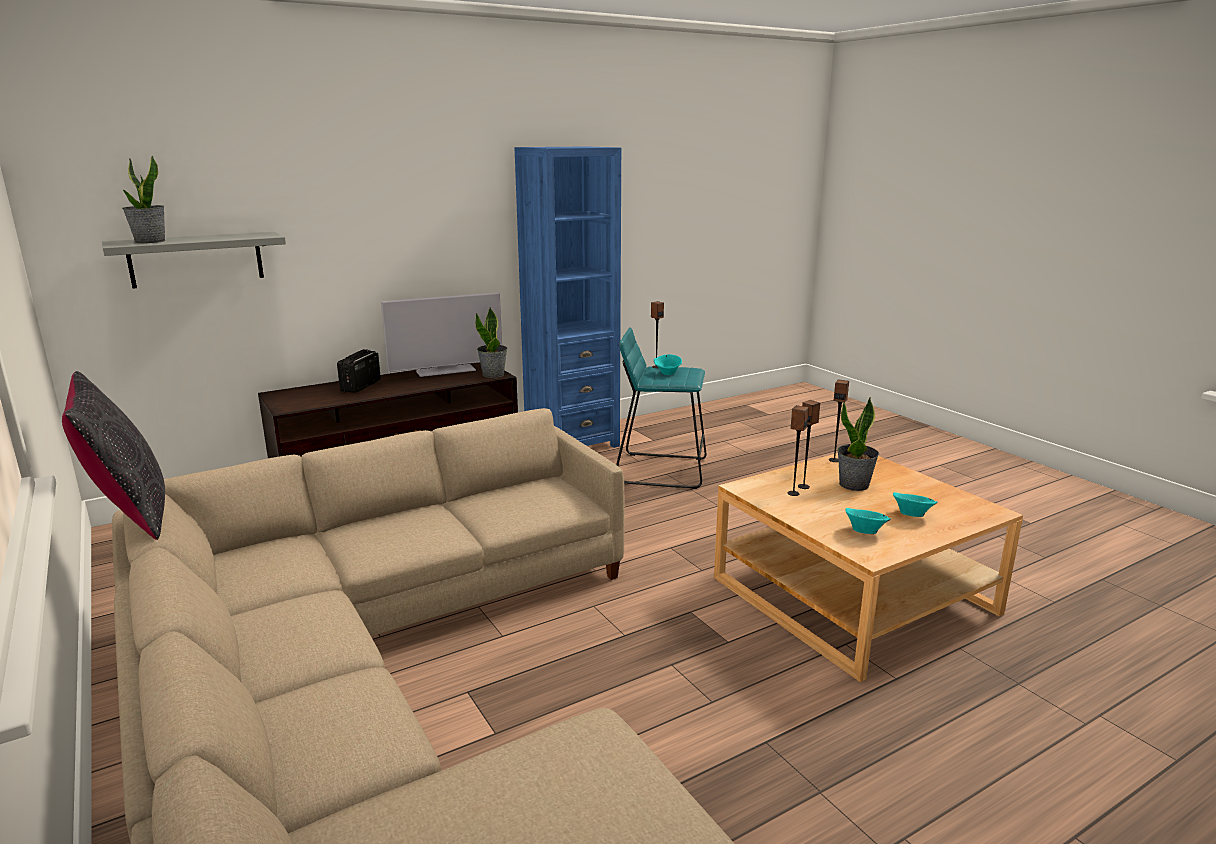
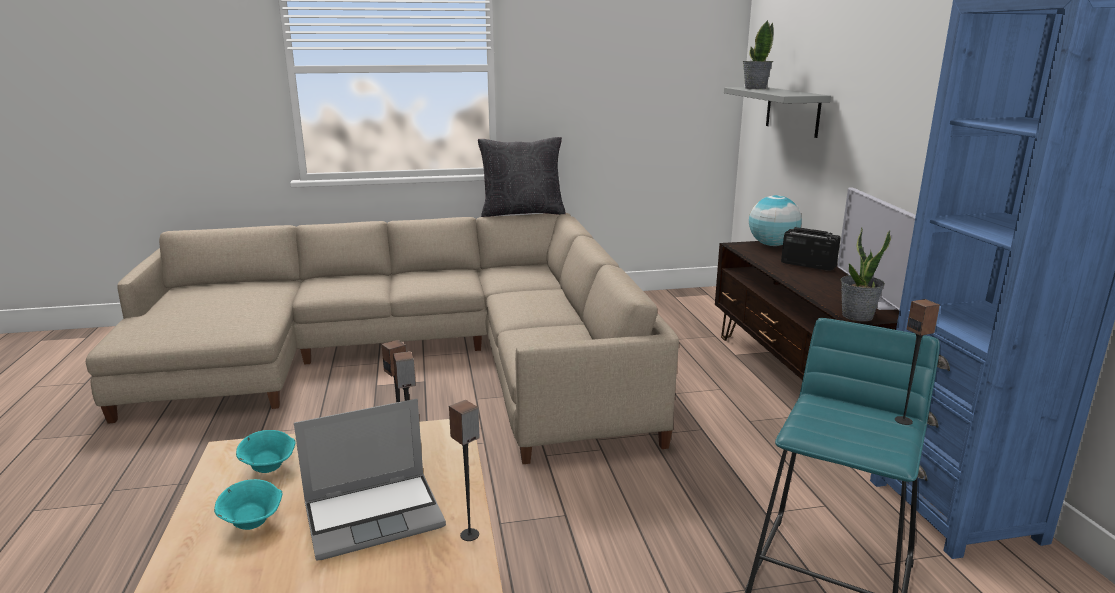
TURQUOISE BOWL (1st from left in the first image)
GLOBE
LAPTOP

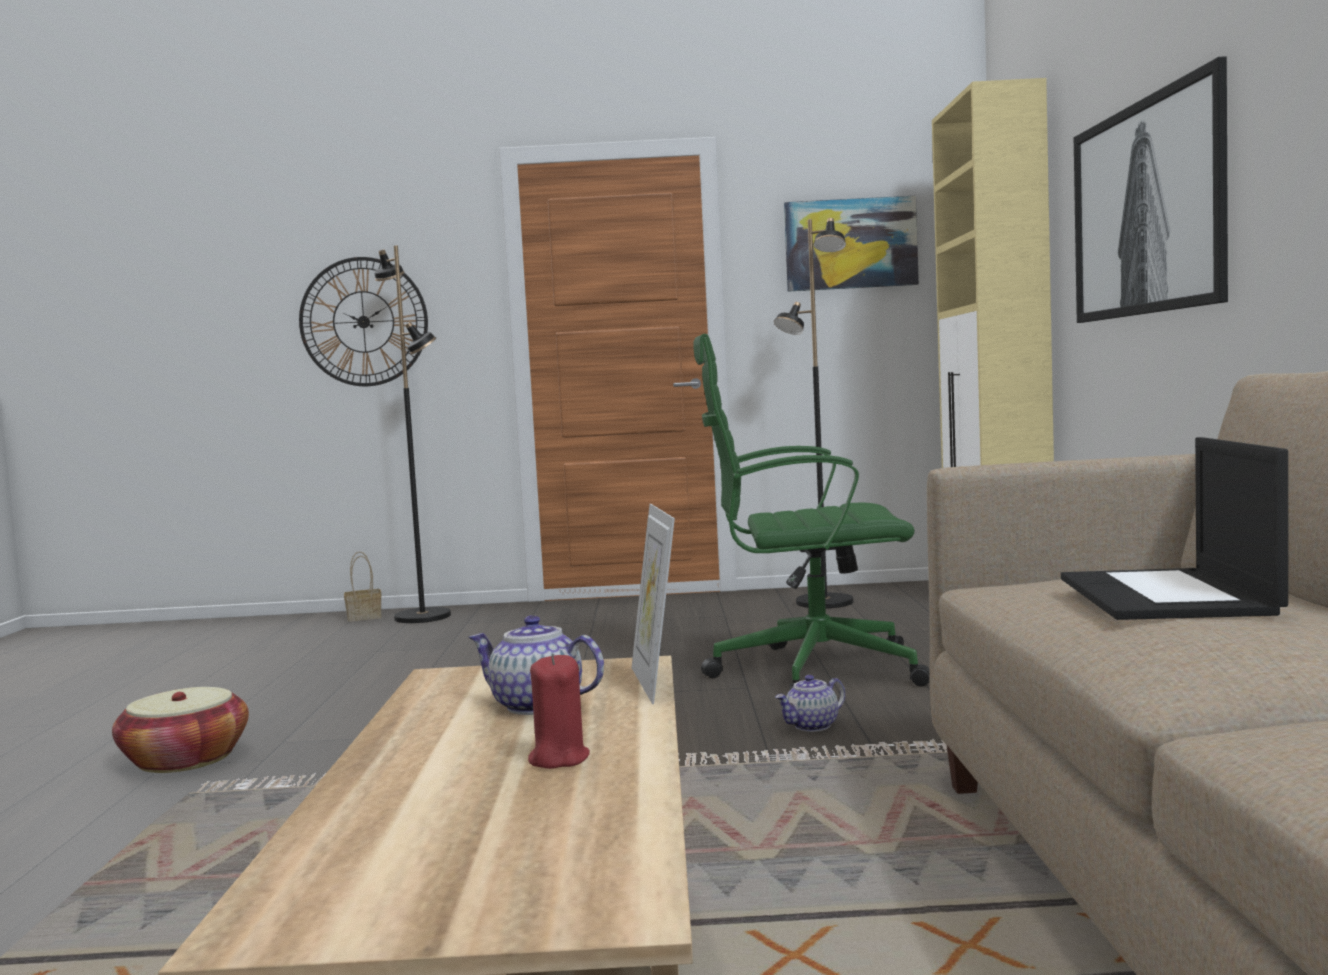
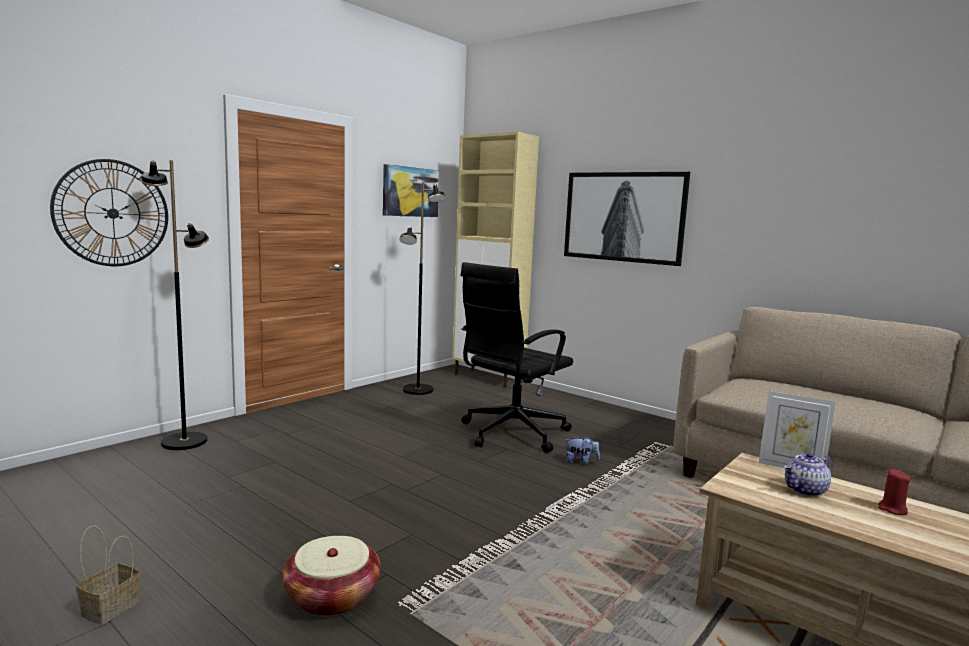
LAPTOP
BASKET (1st from left)
PLUSH TOY
BLACK OFFICE CHAIR

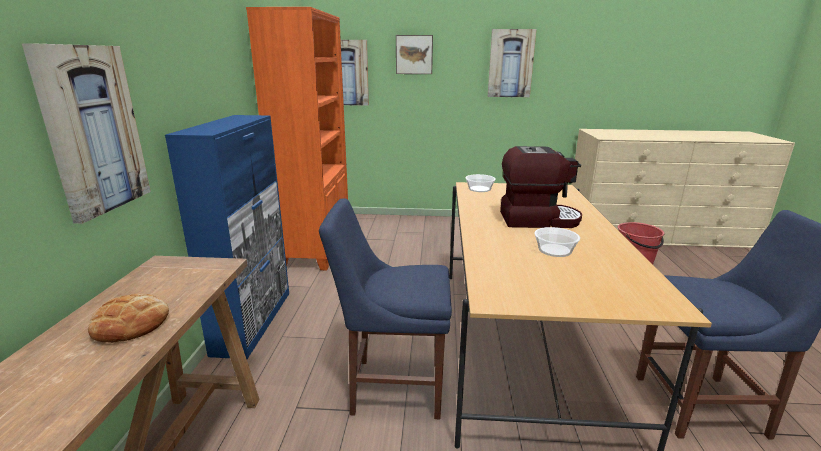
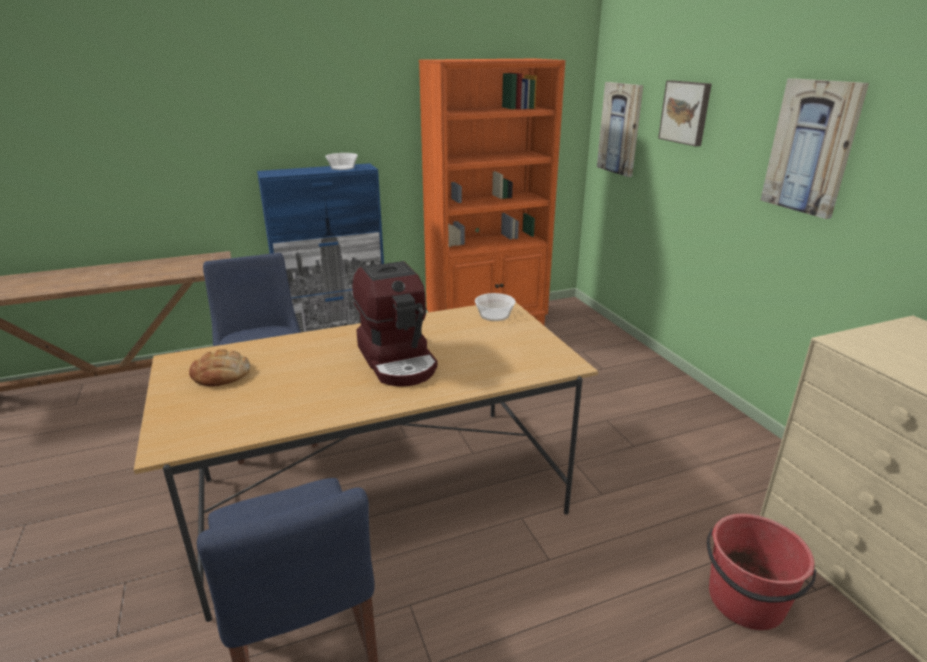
PICTURE (1st from left in the first image)
BREAD
BOWL (1st from left)

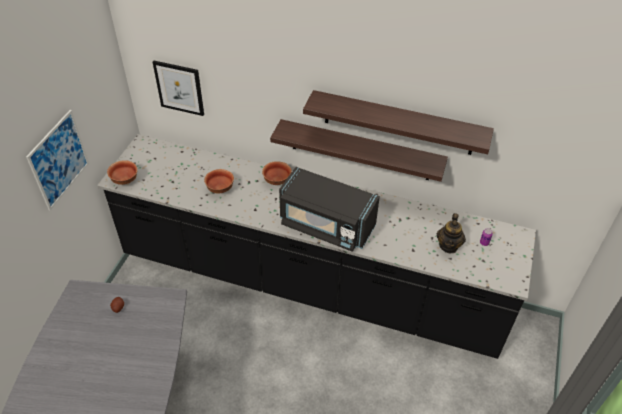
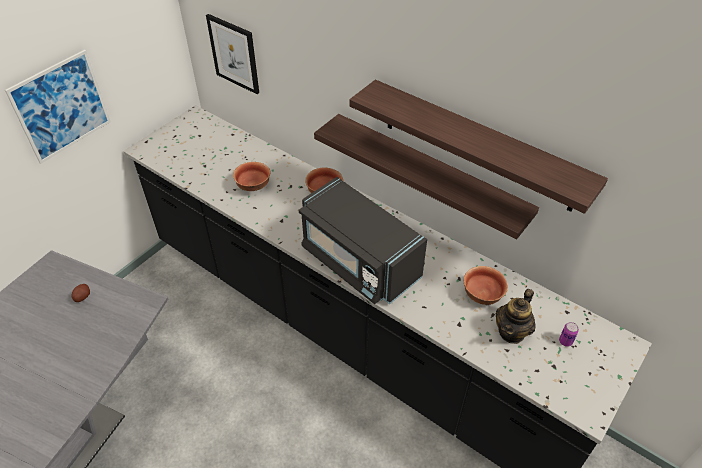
BOWL (3rd from left)

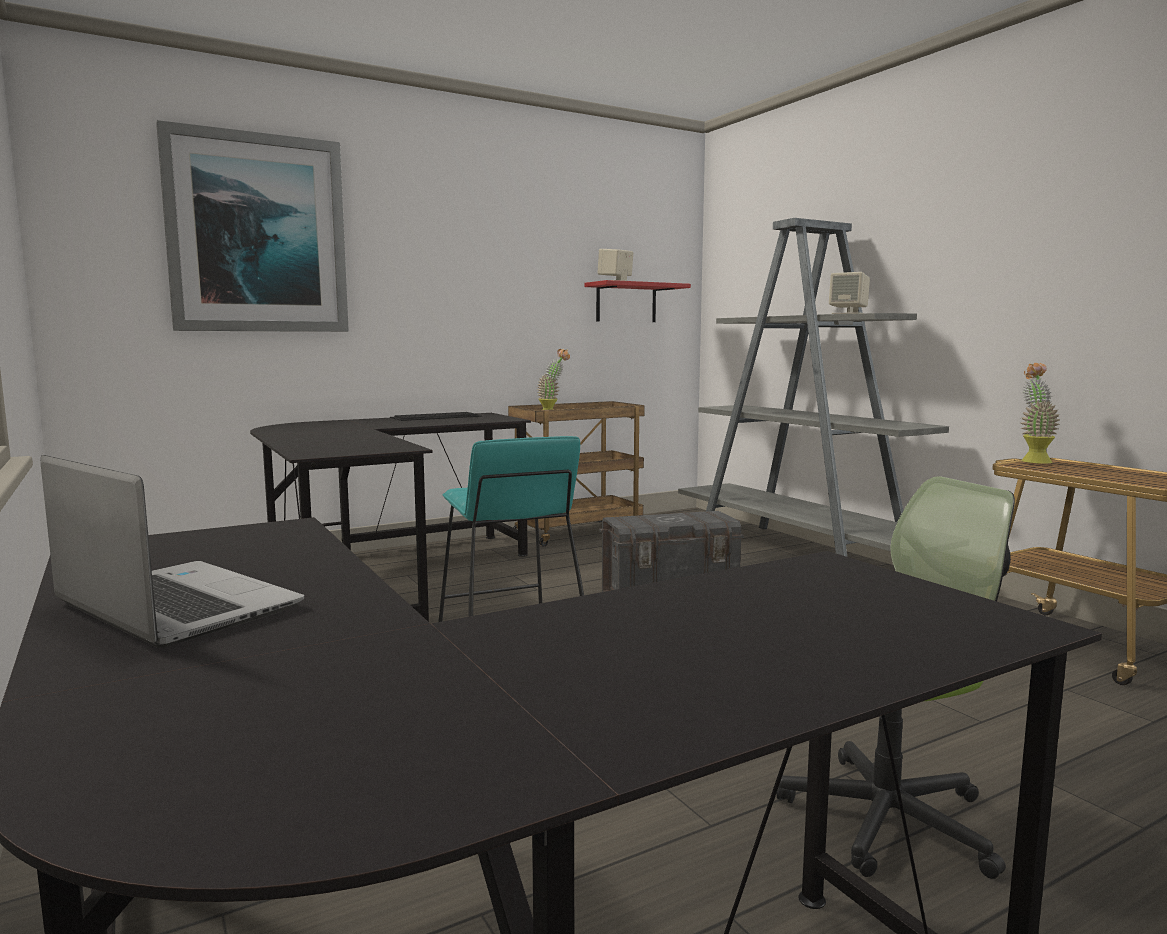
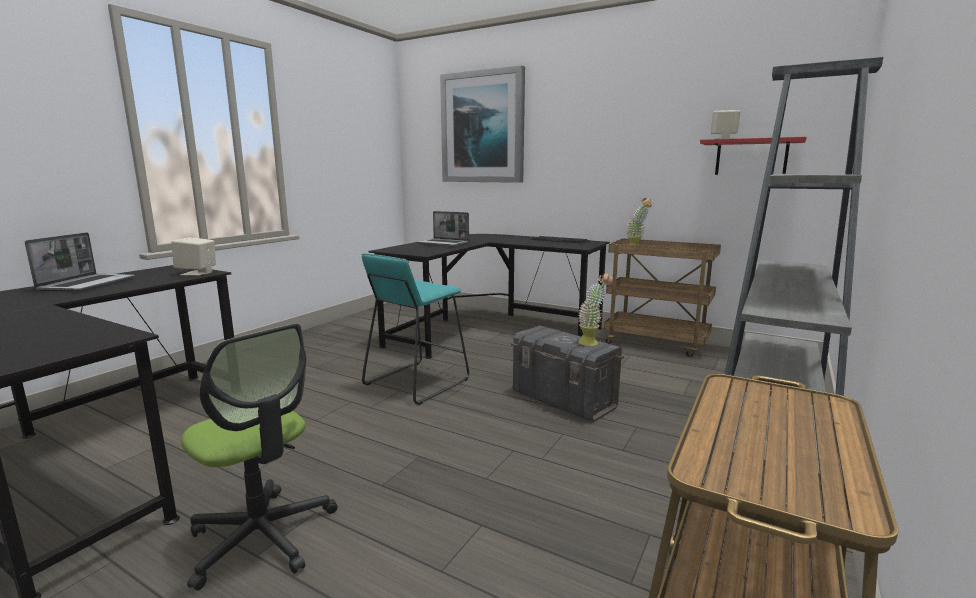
LAPTOP (2nd from left)
BEIGE SPEAKER (1st from left)
POTTED PLANT (1st from left)

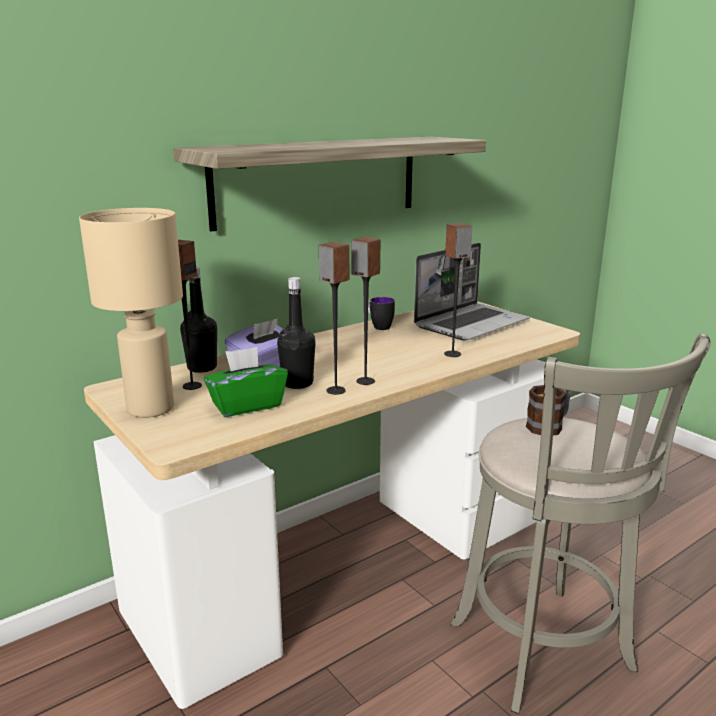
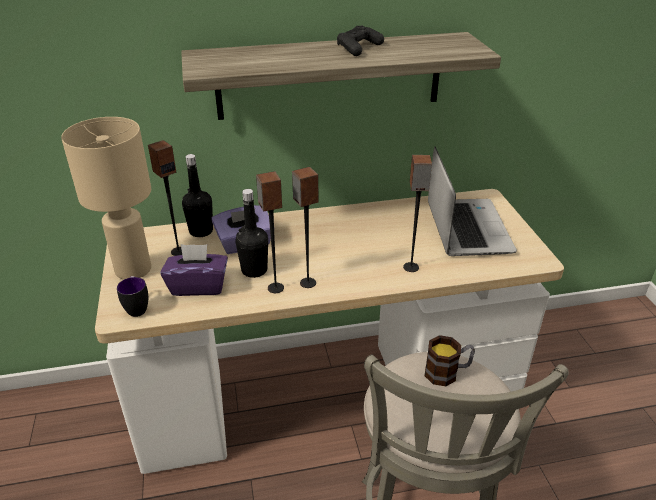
BLACK GAME CONTROLLER
MUG (1st from left)
PURPLE TISSUE BOX (1st from left)
LAPTOP

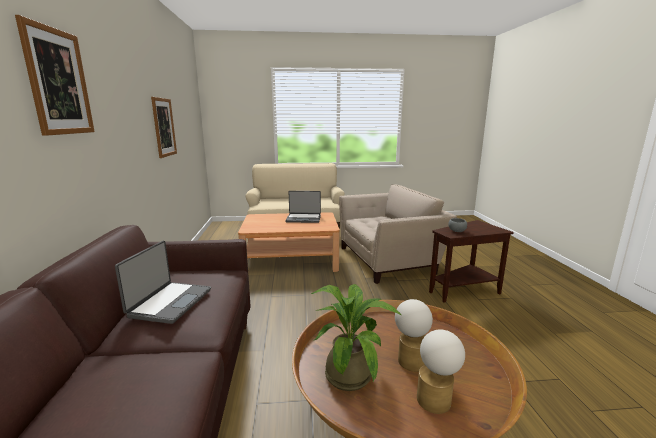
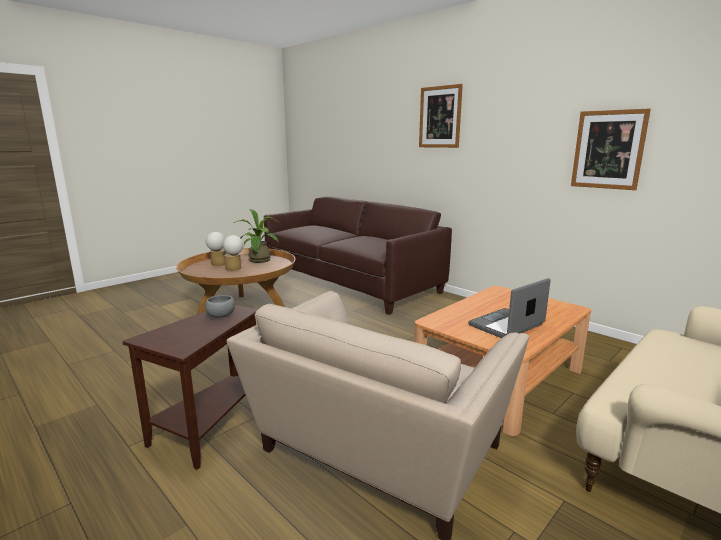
LAPTOP (1st from left in the first image)

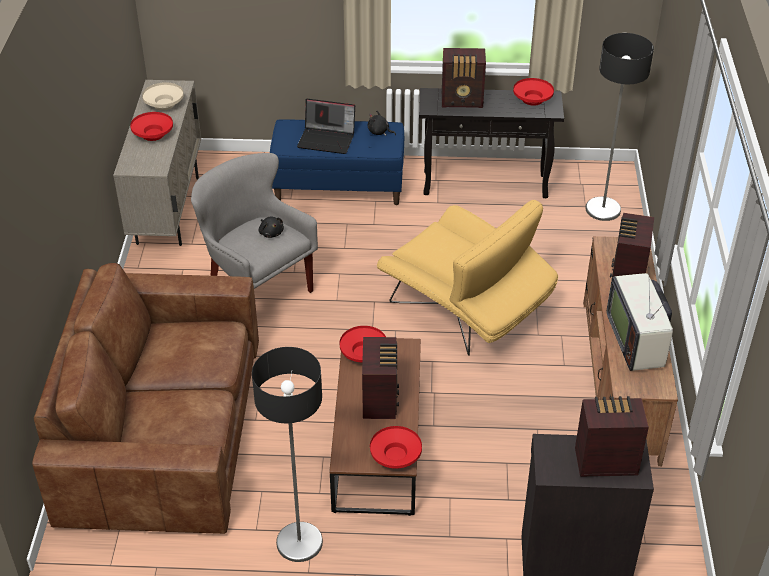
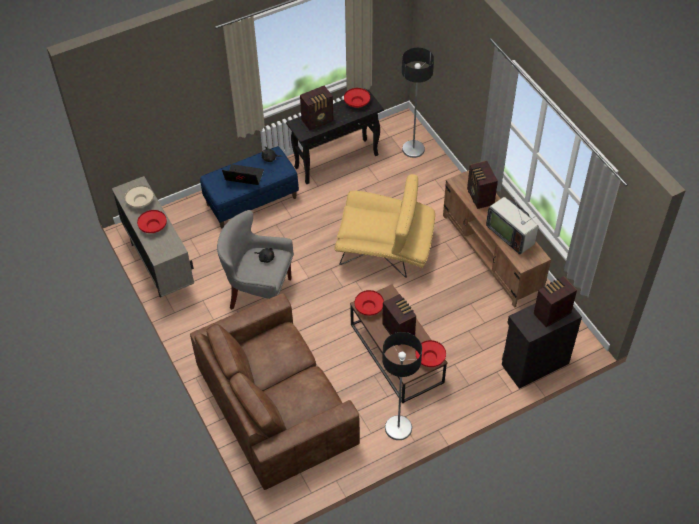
LAPTOP

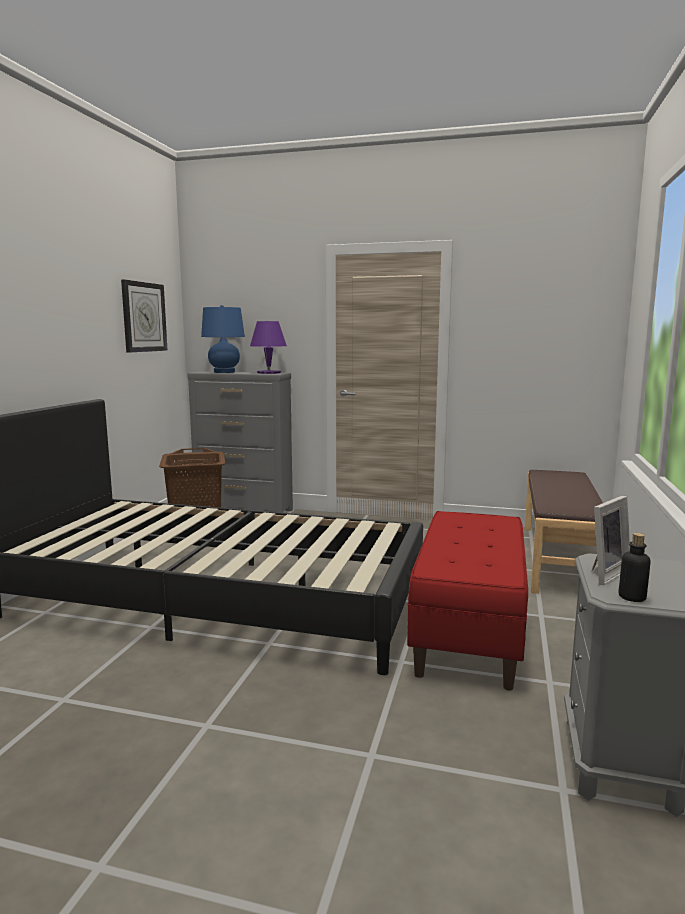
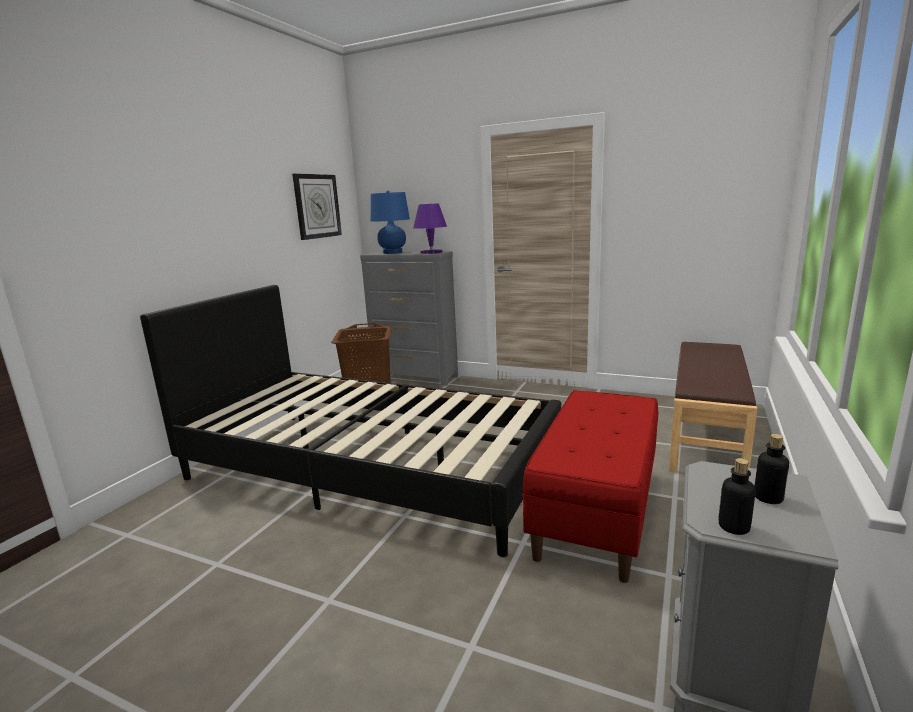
PICTURE FRAME
BOTTLE (2nd from left)

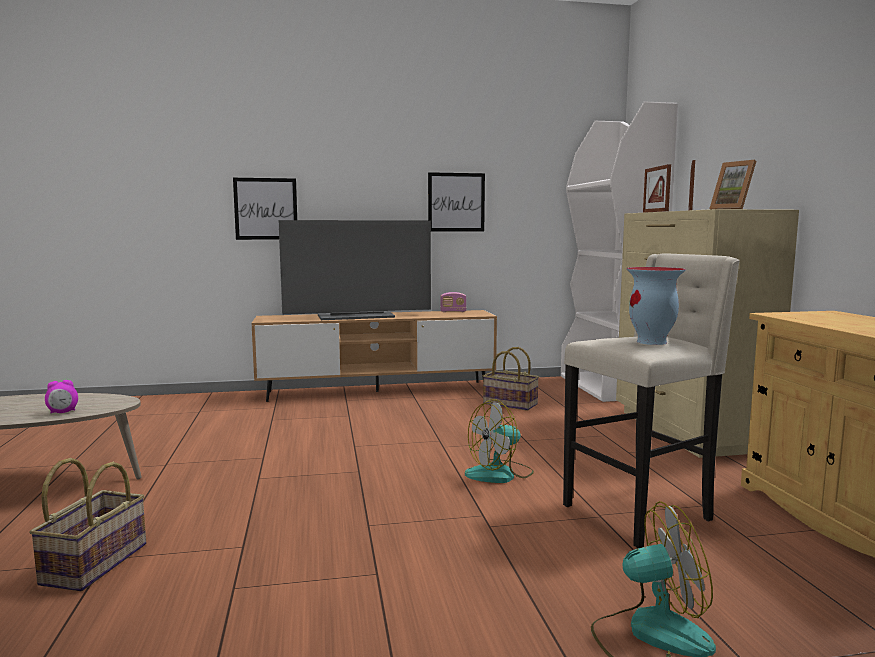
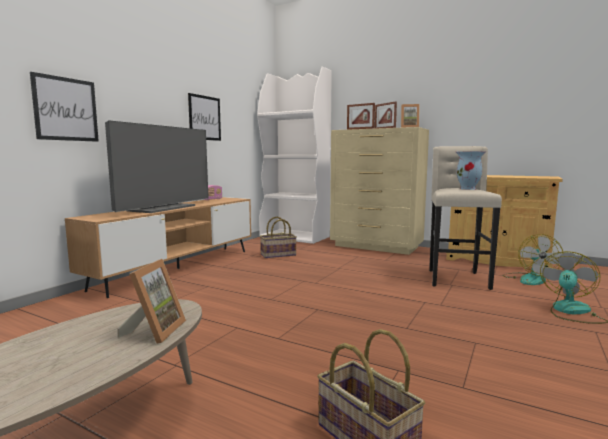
FAN (1st from left)
PICTURE FRAME (1st from left)

